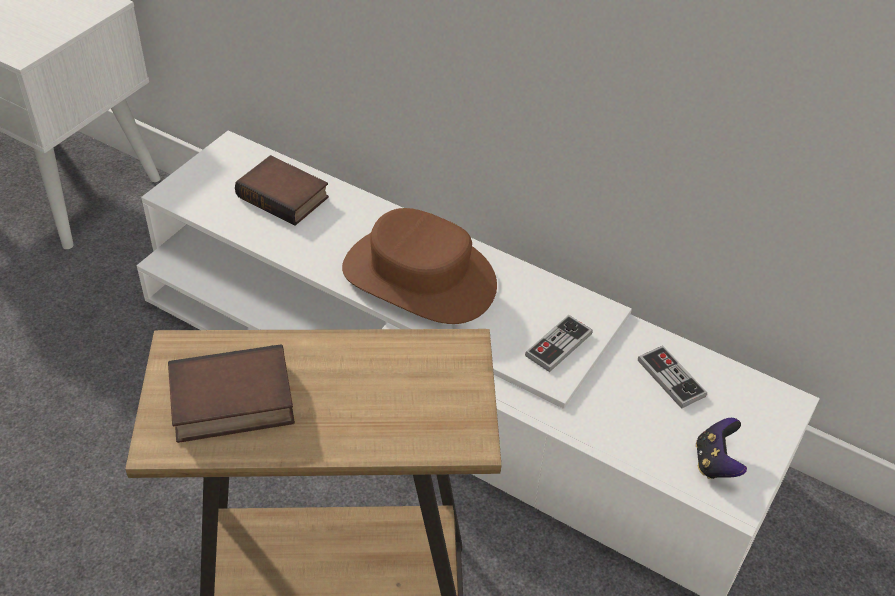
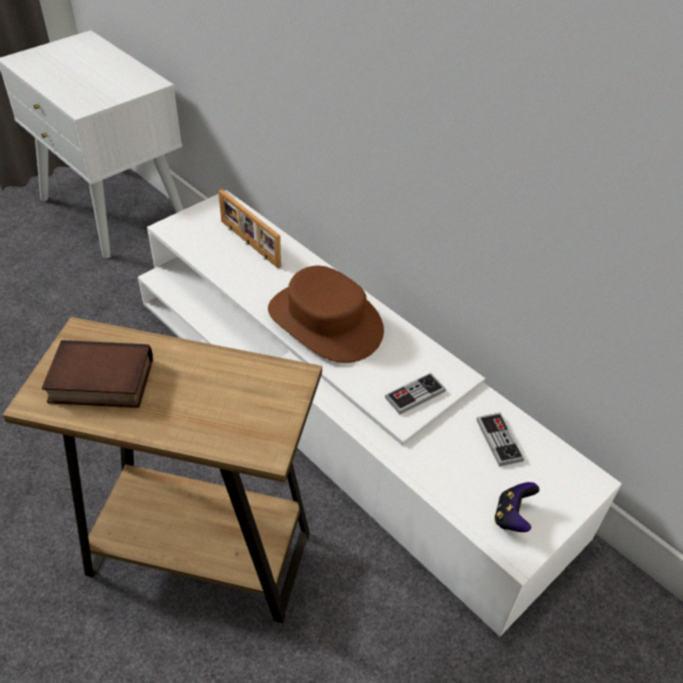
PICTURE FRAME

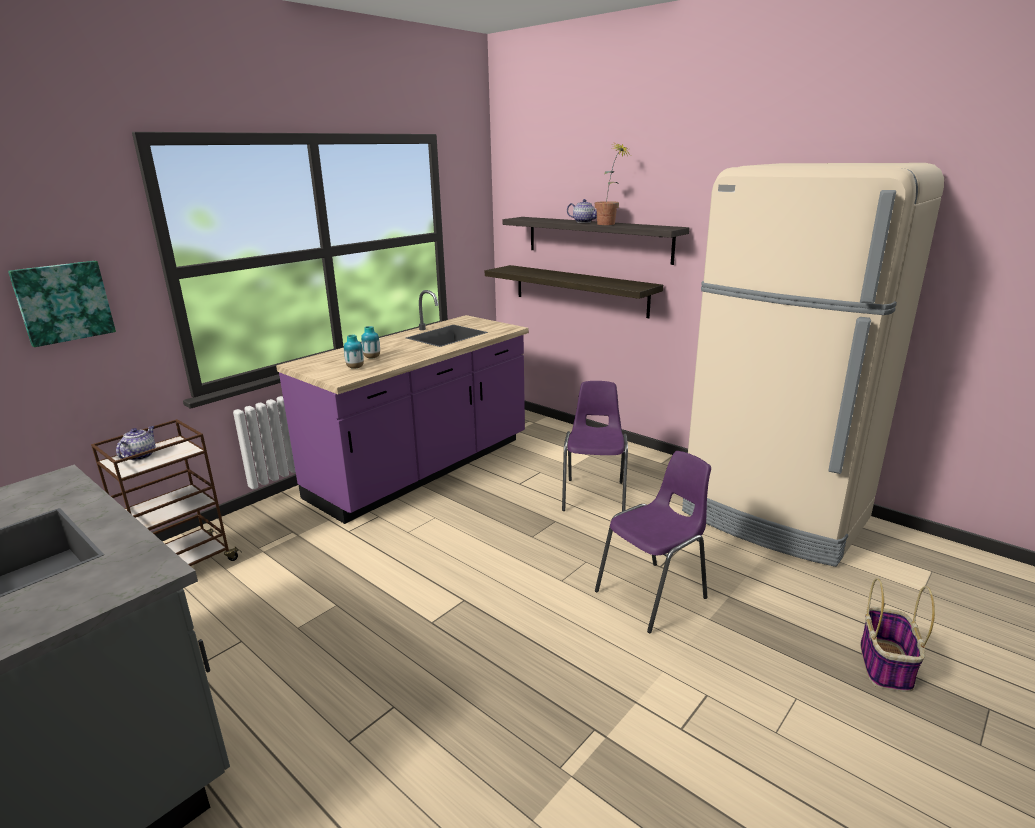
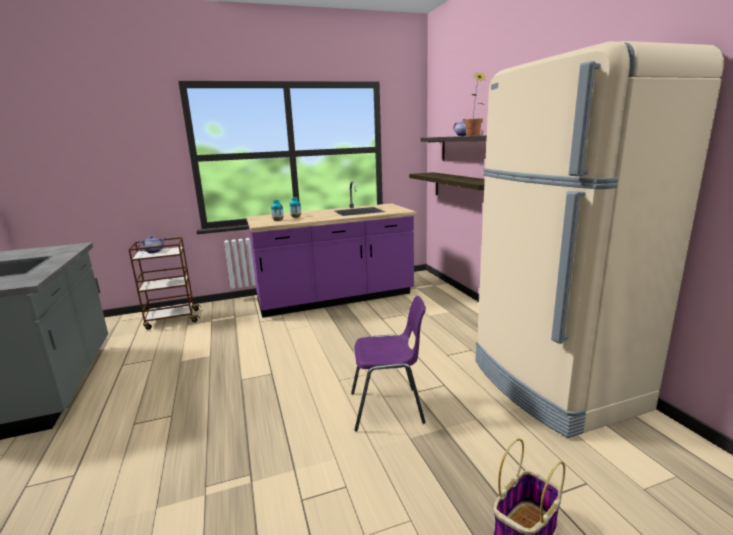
PICTURE
PURPLE CHAIR (1st from left in the first image)

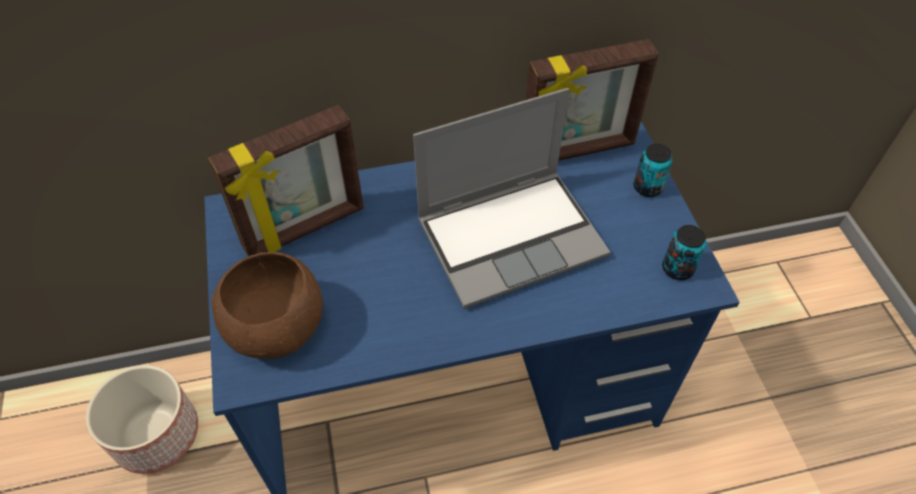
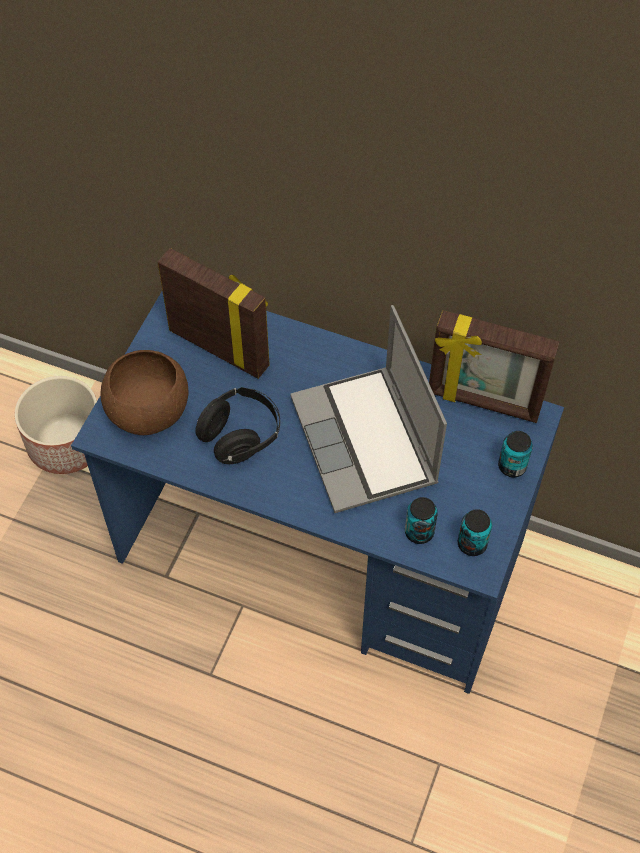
BLACK HEADPHONES
CAN (1st from left)
PICTURE FRAME (1st from left)
LAPTOP

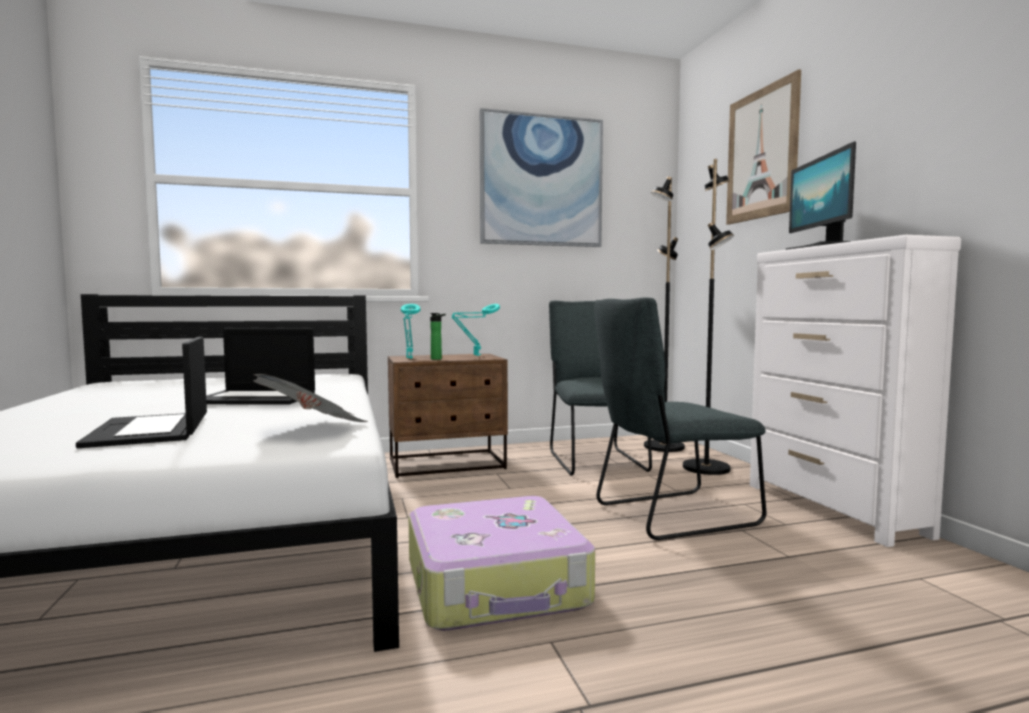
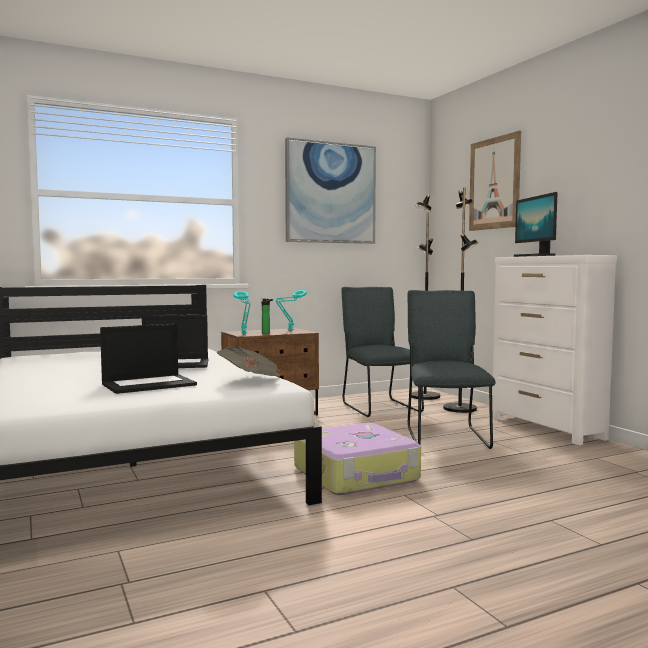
LAPTOP (1st from left)
GREY CHAIR (2nd from left)

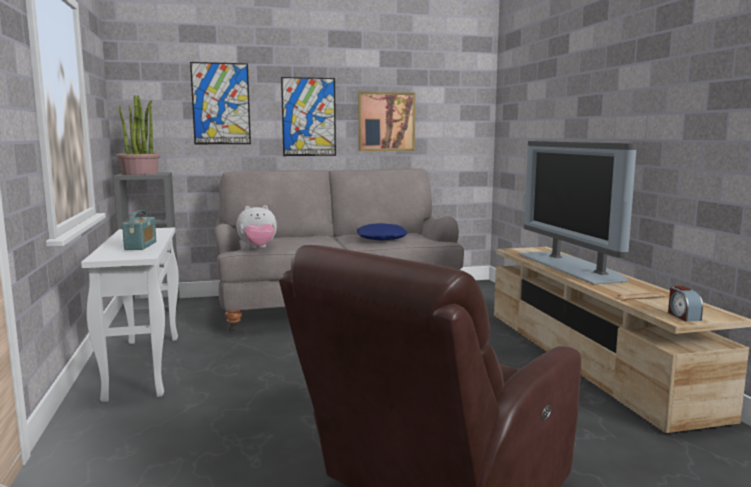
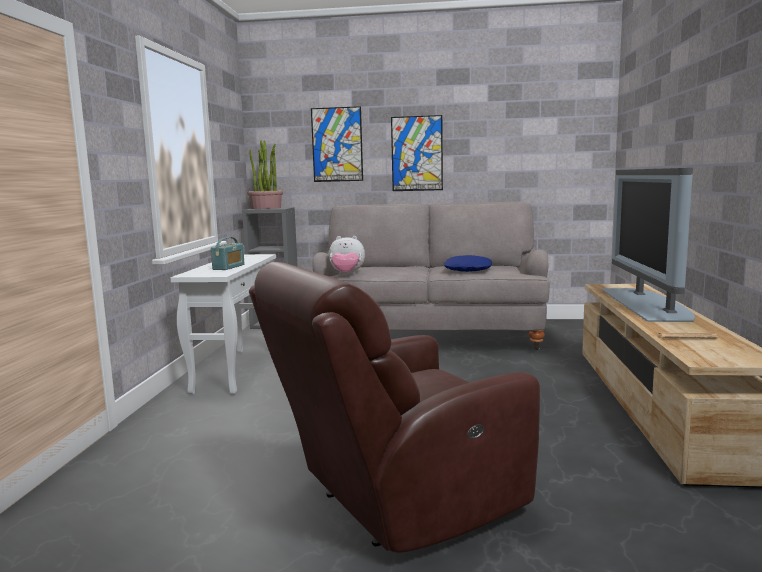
PICTURE (3rd from left in the first image)
ALARM CLOCK

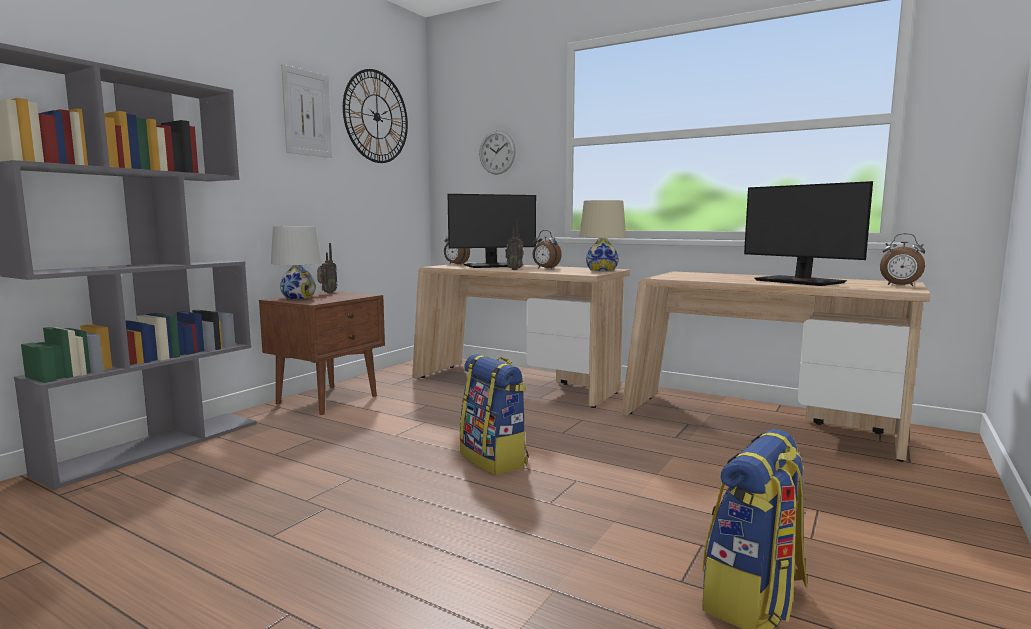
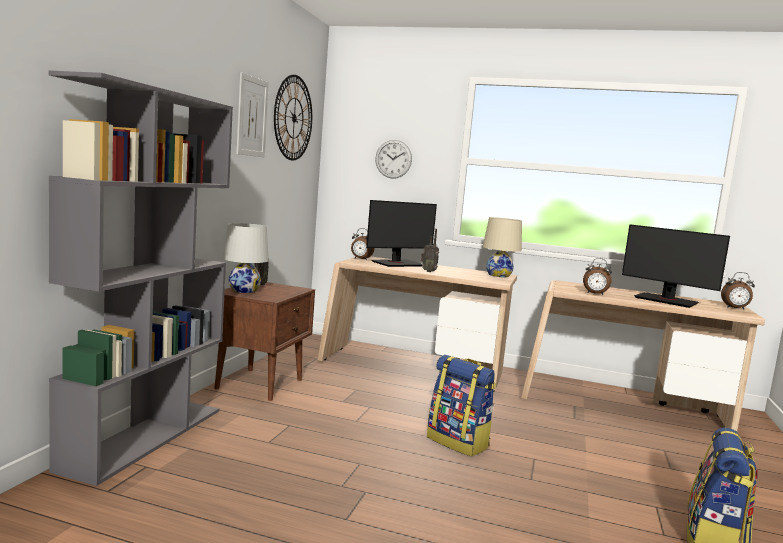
ALARM CLOCK (2nd from left)

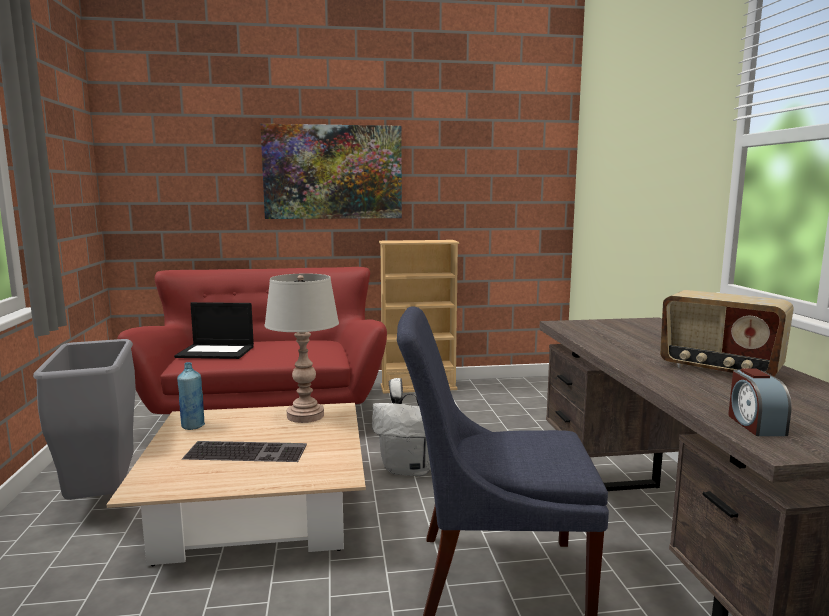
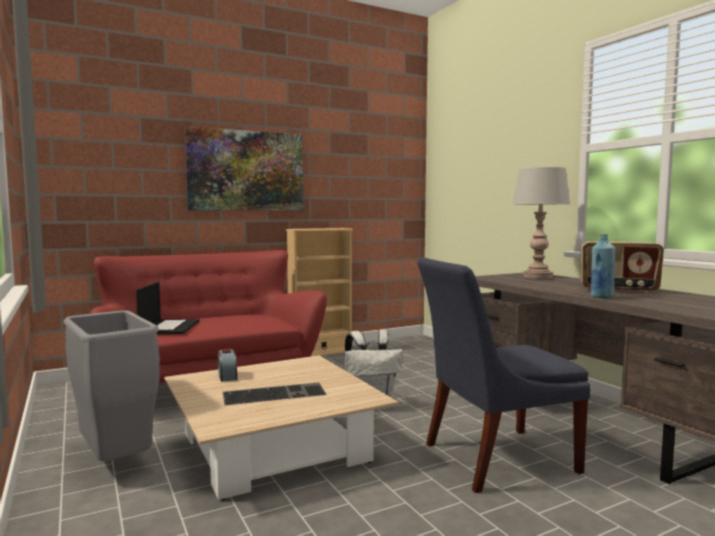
BLUE BOTTLE
GREY TABLE LAMP
ALARM CLOCK
LAPTOP

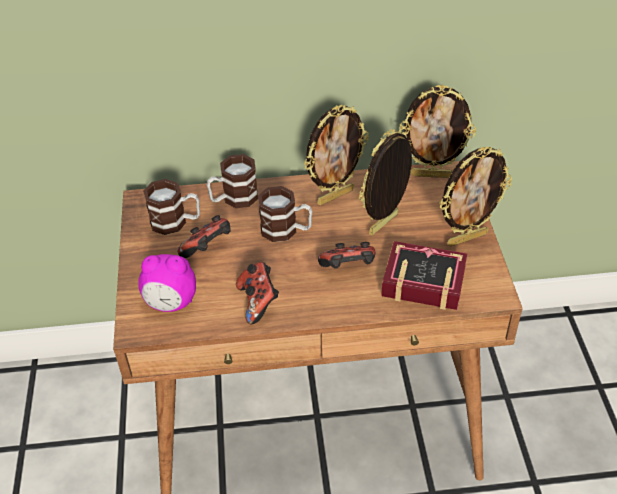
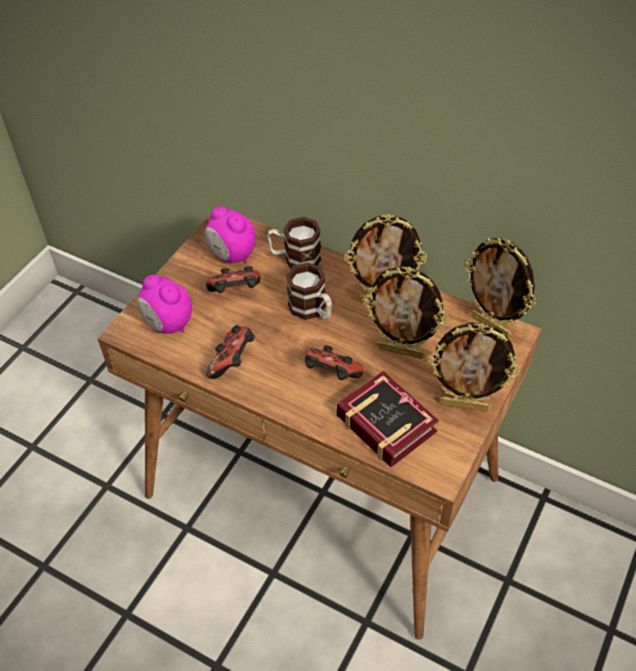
ALARM CLOCK (2nd from left)
PICTURE FRAME (2nd from left)

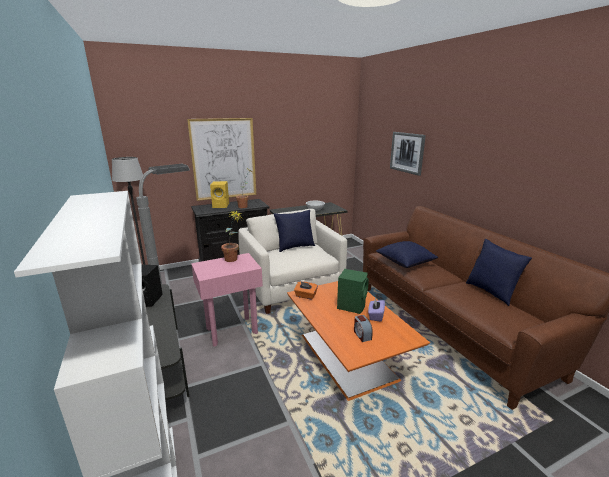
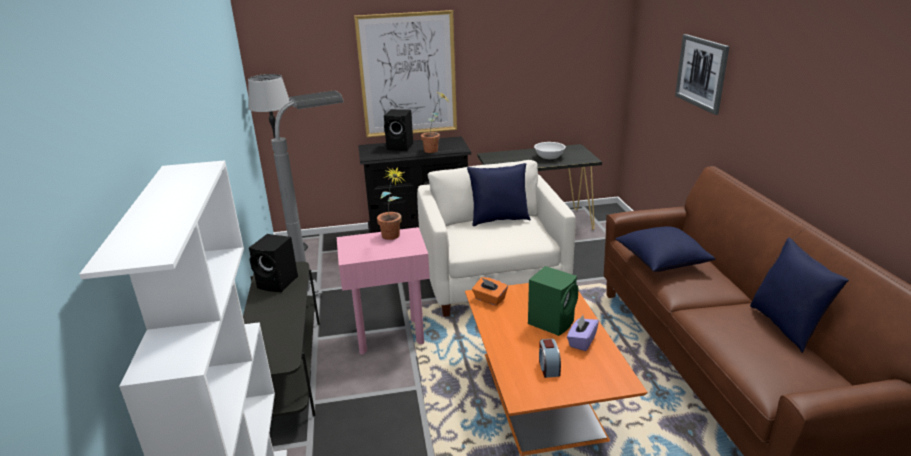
BLACK SPEAKER (2nd from left)

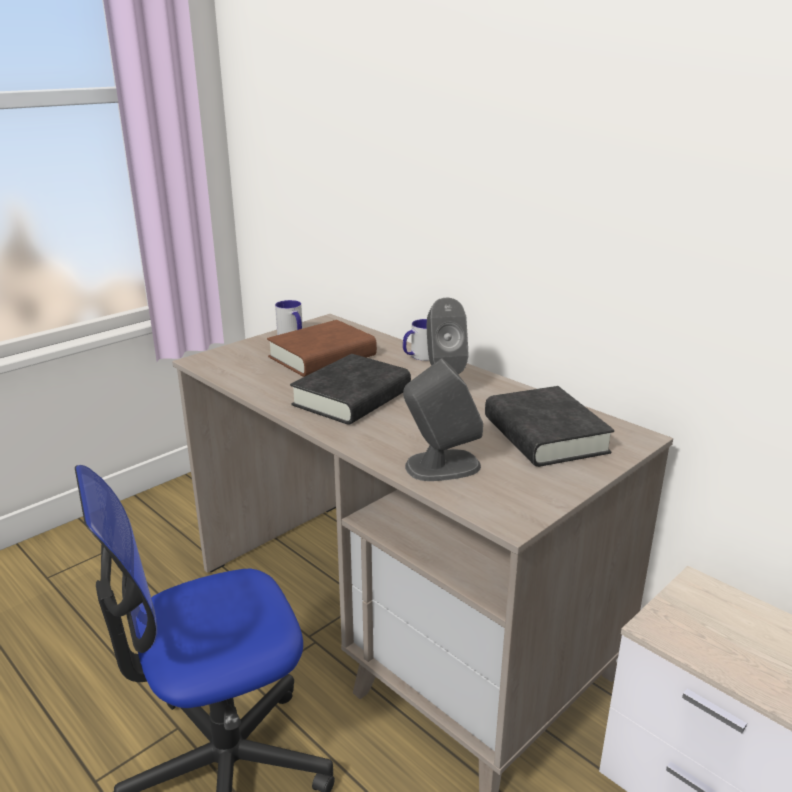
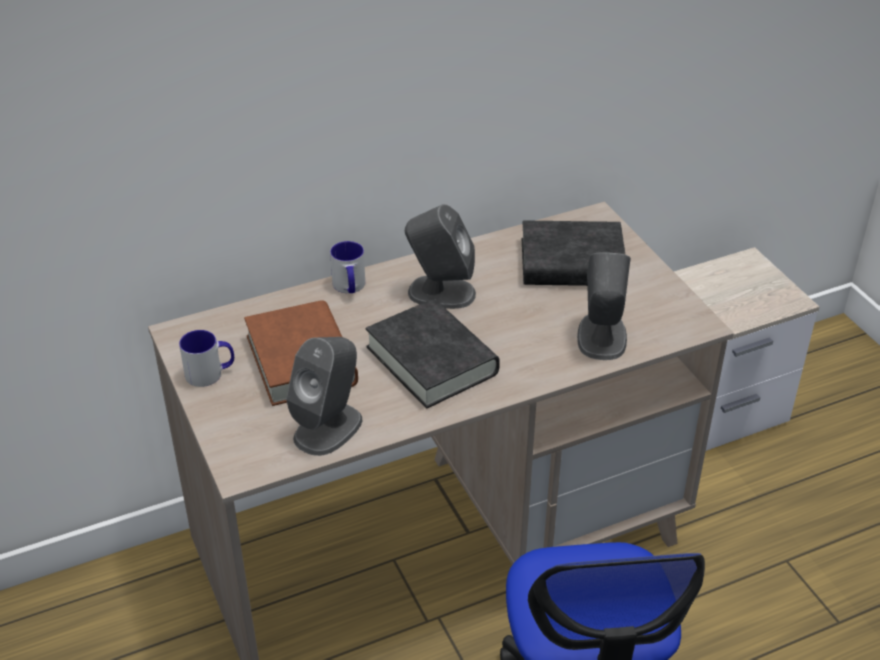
GREY SPEAKER (1st from left)

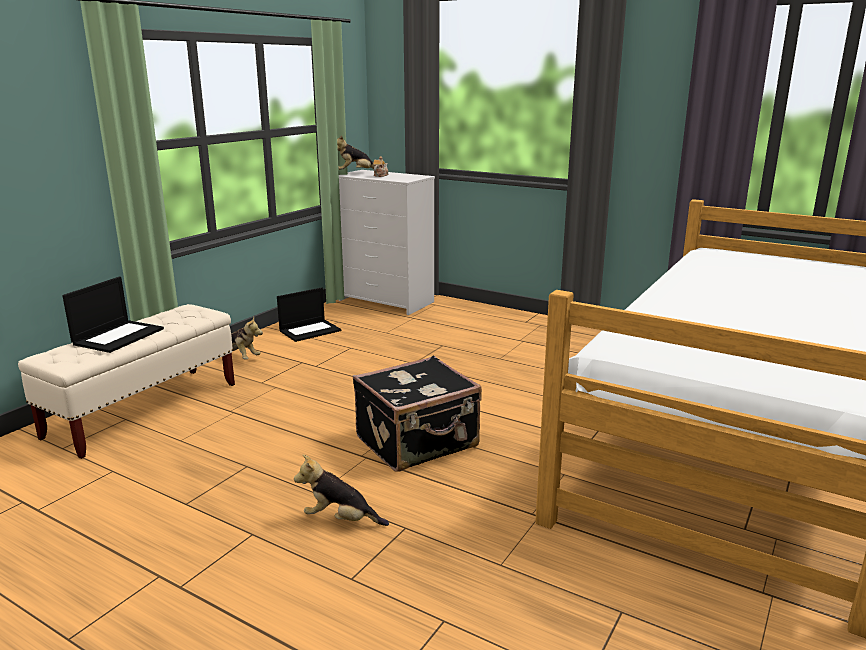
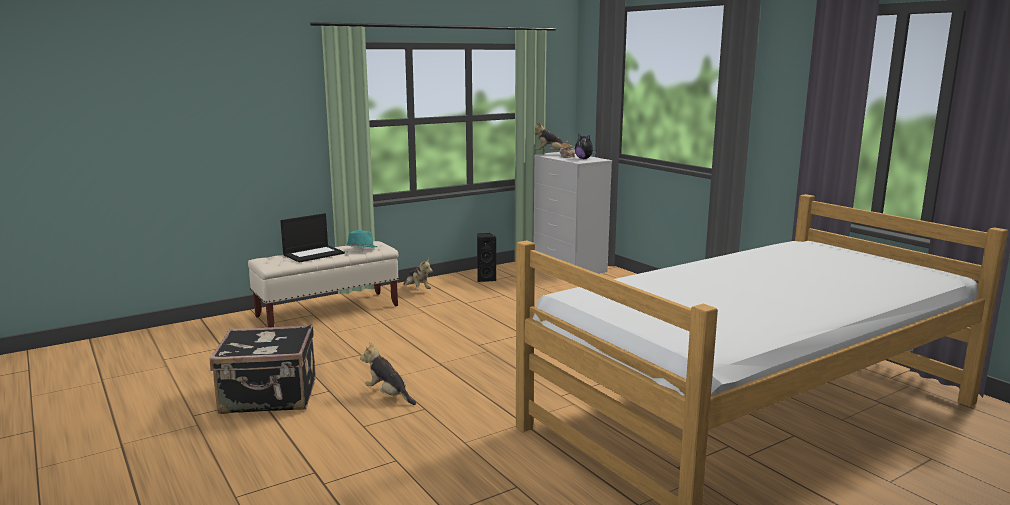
TURQUOISE HAT
PLUSH TOY (4th from left)
BLACK SUITCASE
BLACK SPEAKER

